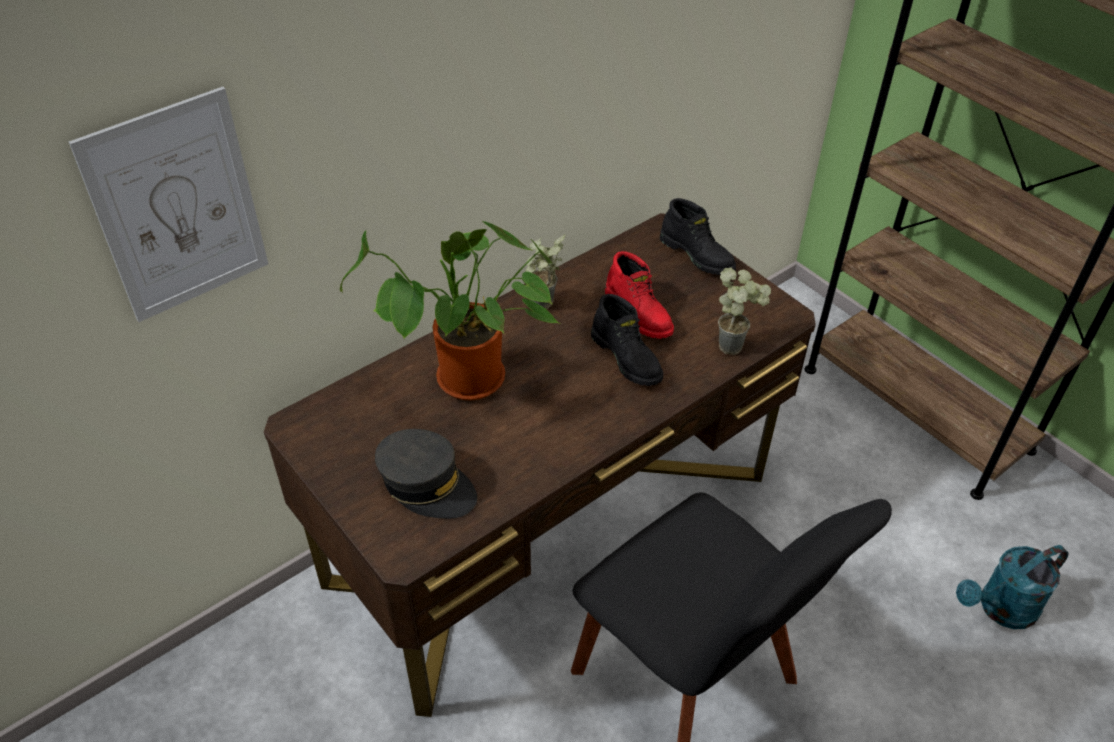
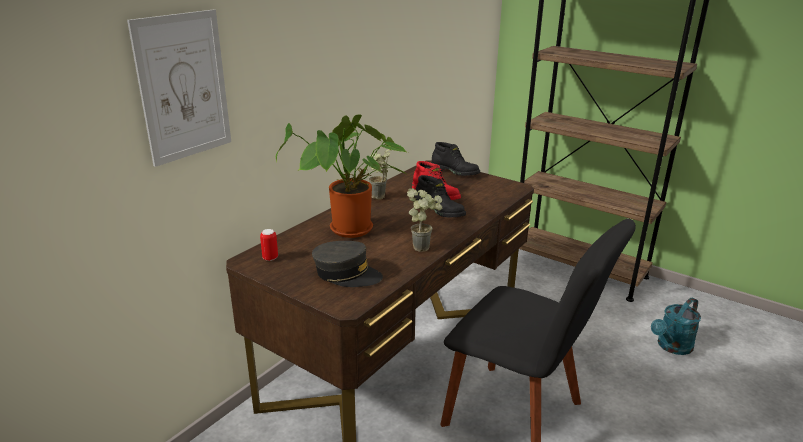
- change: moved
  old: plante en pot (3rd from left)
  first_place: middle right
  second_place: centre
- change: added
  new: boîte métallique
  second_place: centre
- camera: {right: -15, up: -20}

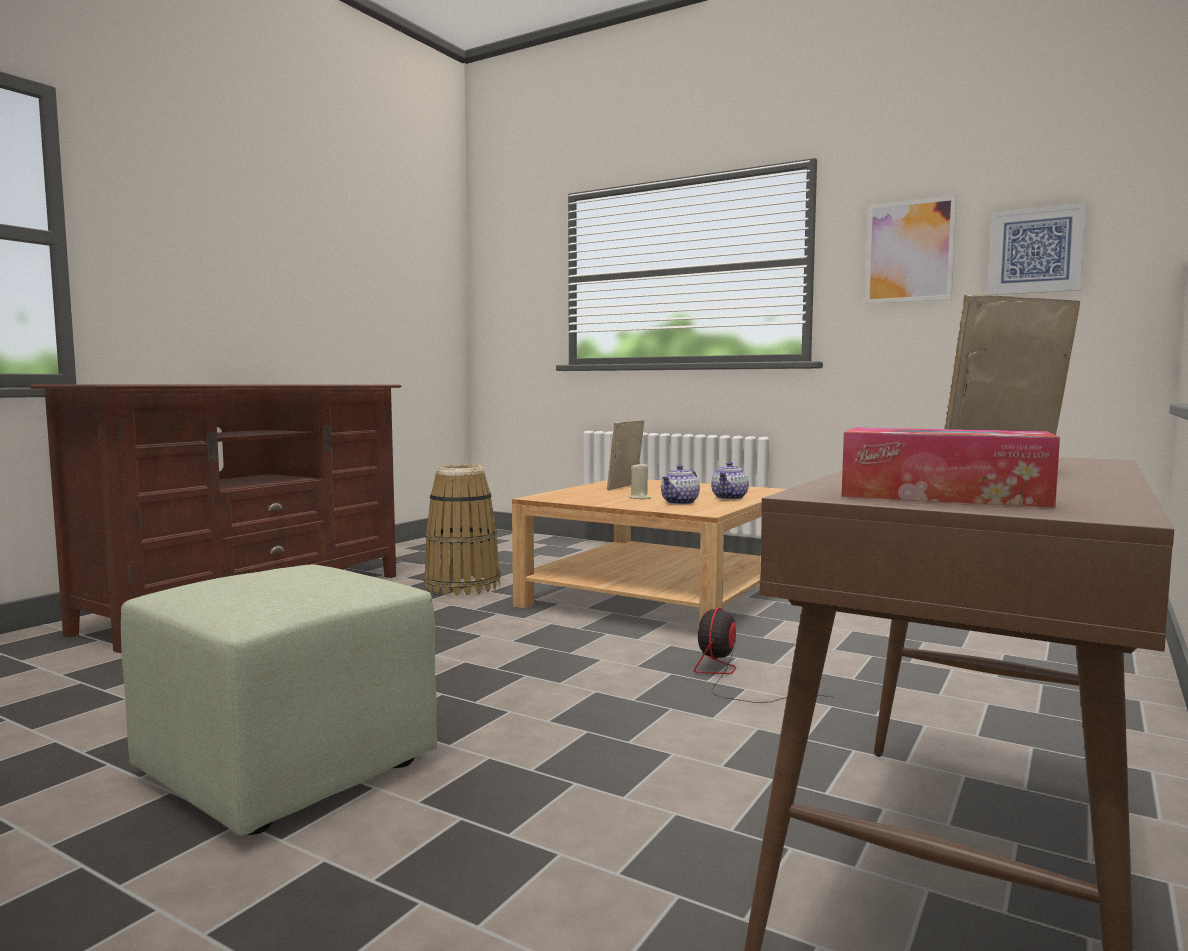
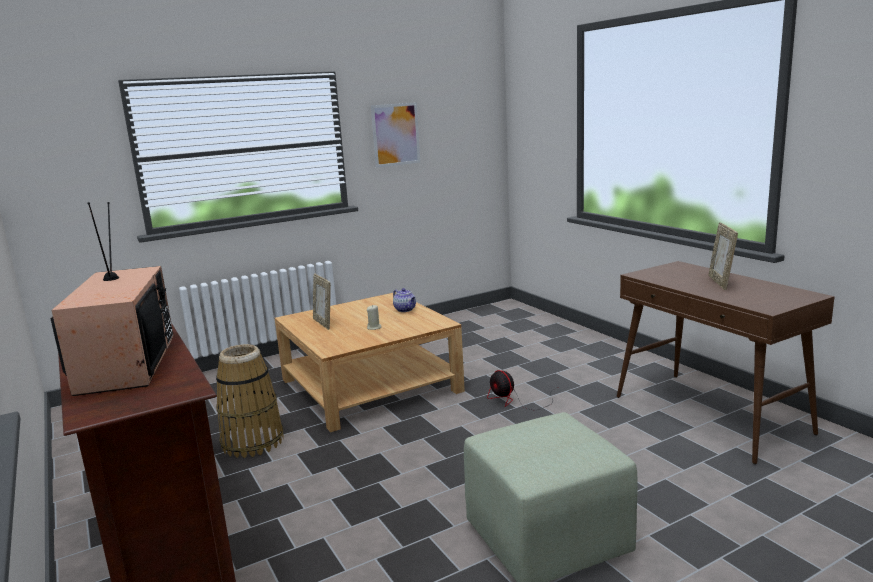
- change: removed
  old: théière (1st from left)
  first_place: centre
- change: removed
  old: boîte à mouchoirs
  first_place: middle right
- change: removed
  old: tableau (2nd from left)
  first_place: top right
- change: added
  new: téléviseur
  second_place: middle left
- camera: {right: -60, up: 10}

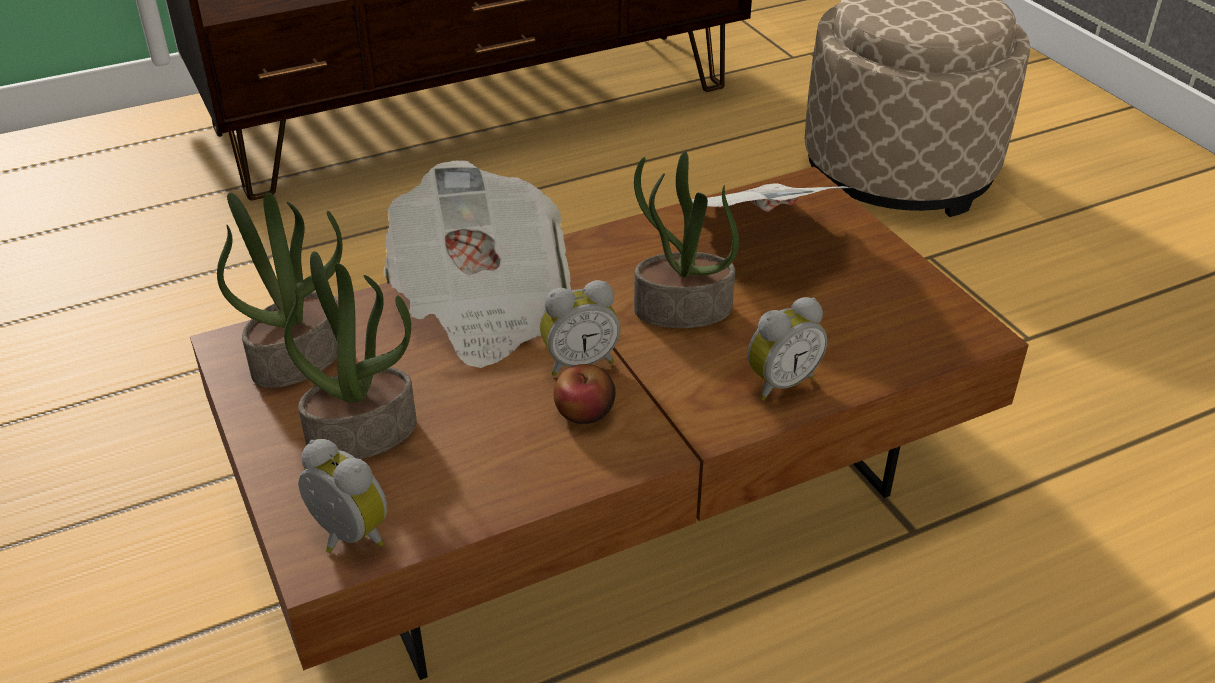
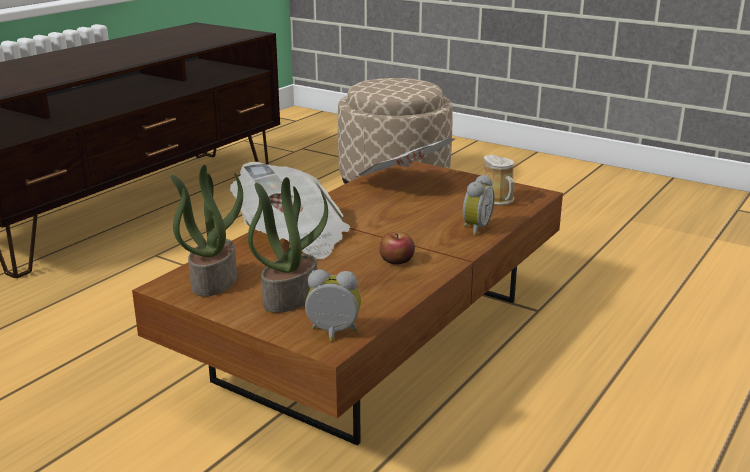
- change: removed
  old: réveil (2nd from left)
  first_place: centre
- change: removed
  old: plante en pot (3rd from left)
  first_place: centre
- change: added
  new: mug
  second_place: centre
- camera: {right: -30, up: -15}

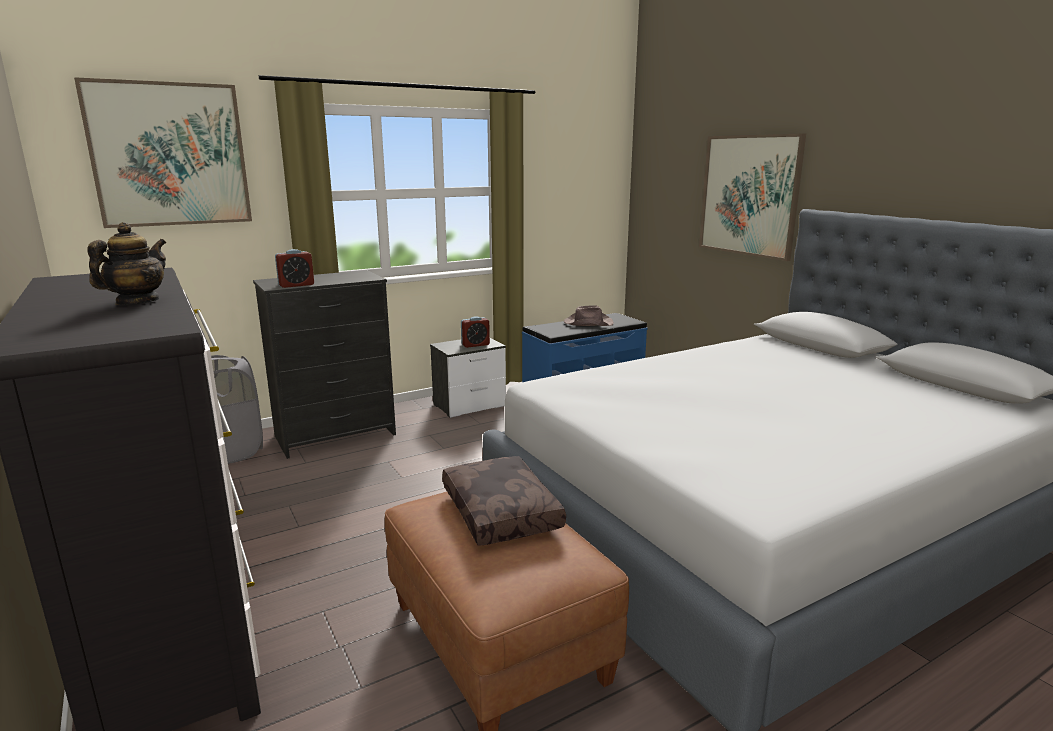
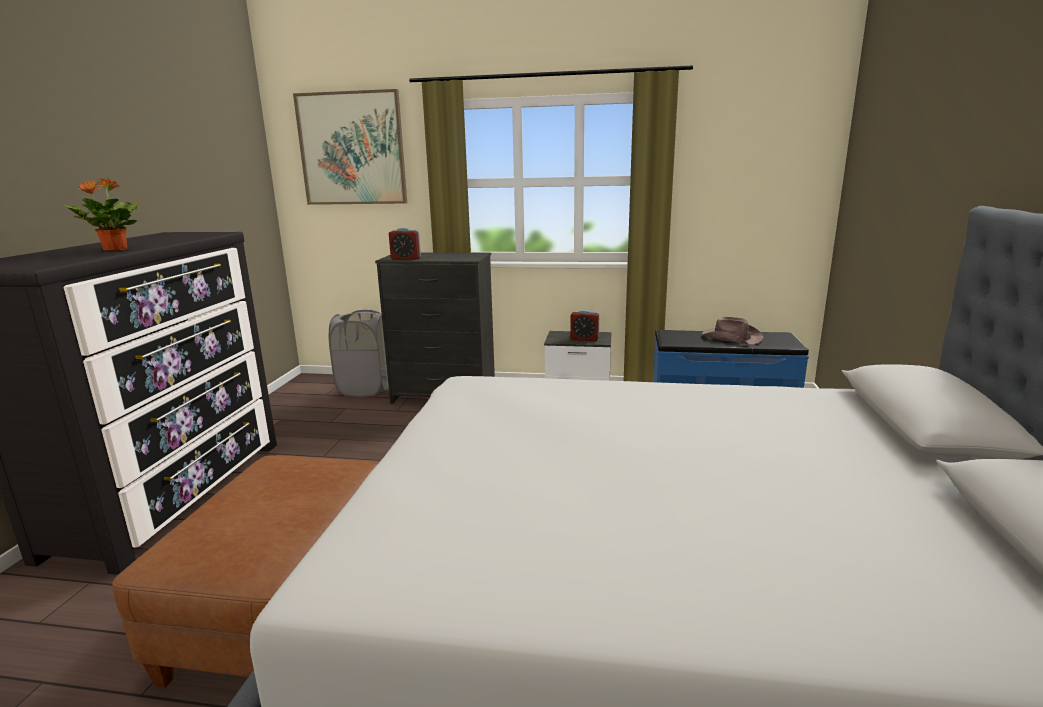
- change: replaced
  old: théière
  new: plante en pot
  first_place: middle left
  second_place: top left
- change: removed
  old: coussin (marron)
  first_place: bottom centre
- change: removed
  old: tableau (2nd from left)
  first_place: top right
- camera: {right: 40, up: 0}

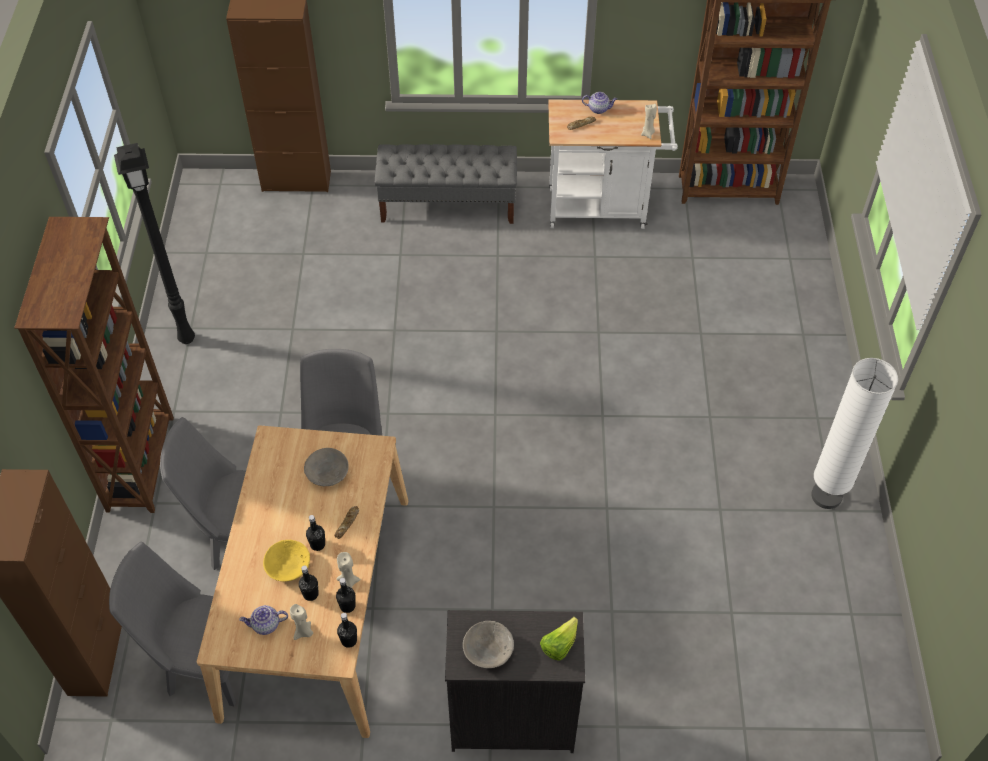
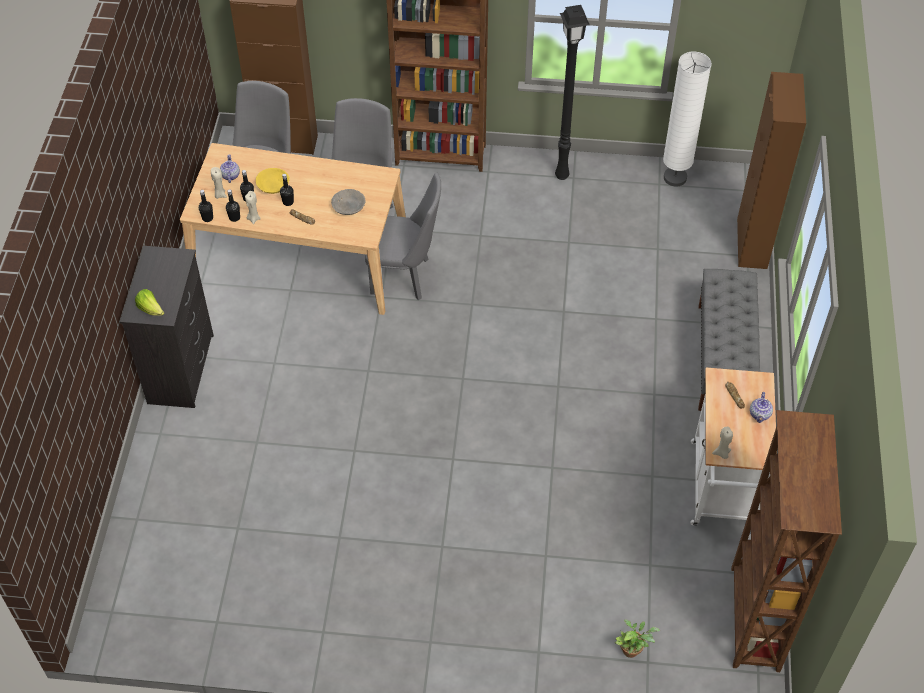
- change: removed
  old: bol (gris) (2nd from left)
  first_place: bottom centre
- change: moved
  old: lampadaire (blanc)
  first_place: middle right
  second_place: top right
- change: added
  new: plante en pot
  second_place: bottom right
- camera: {right: 95, up: 0}

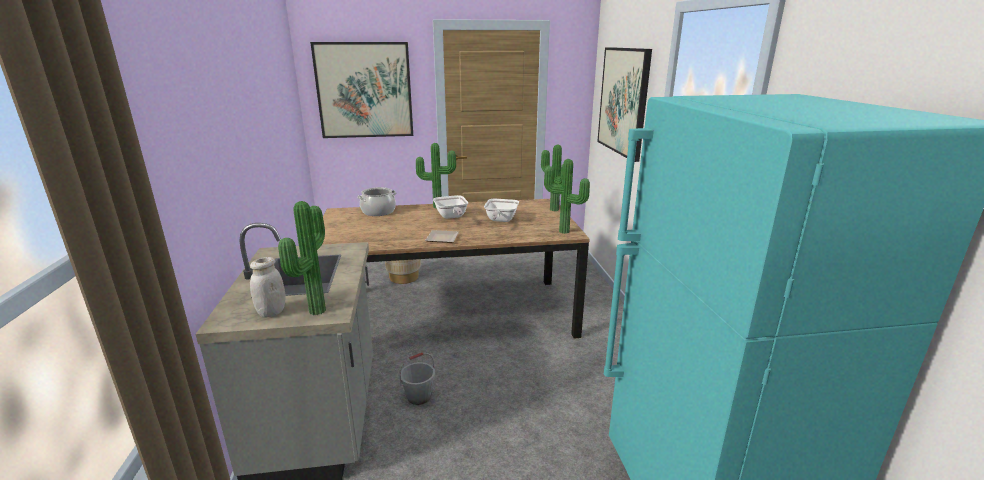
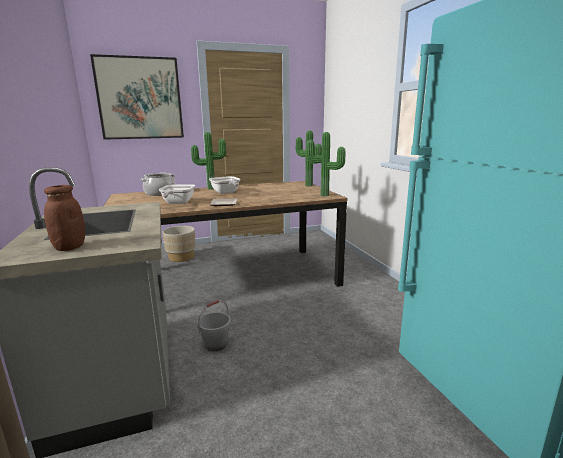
- change: recoloured
  old: bocal (blanc)
  new: bocal (marron)
  first_place: middle left
  second_place: middle left
- change: removed
  old: plante en pot (1st from left)
  first_place: middle left
- change: moved
  old: poêle (2nd from left in the first image)
  new: poêle (1st from left)
  first_place: centre
  second_place: middle left
- change: removed
  old: tableau (2nd from left)
  first_place: top centre
- camera: {right: -10, up: -5}

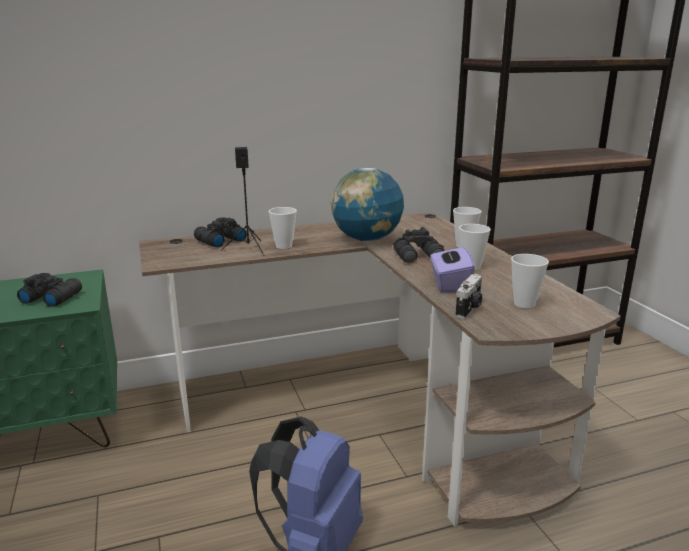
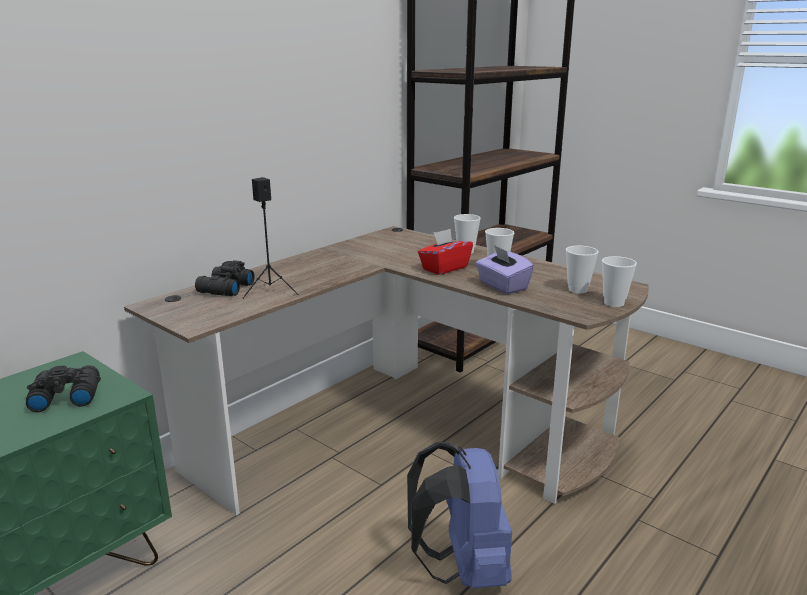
- change: moved
  old: tasse (1st from left in the first image)
  new: tasse (4th from left)
  first_place: centre
  second_place: middle right
- change: removed
  old: globe
  first_place: centre
- change: replaced
  old: jumelles (noir) (3rd from left)
  new: boîte à mouchoirs (rouge)
  first_place: centre
  second_place: centre
- change: removed
  old: appareil photo
  first_place: middle right
- camera: {right: -30, up: 0}

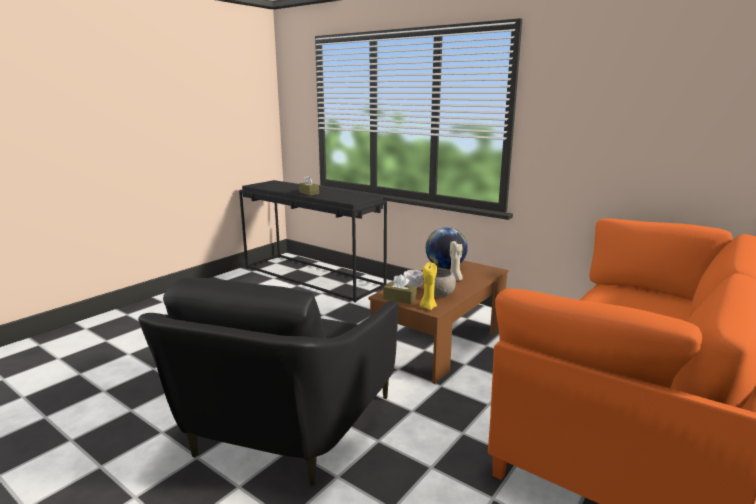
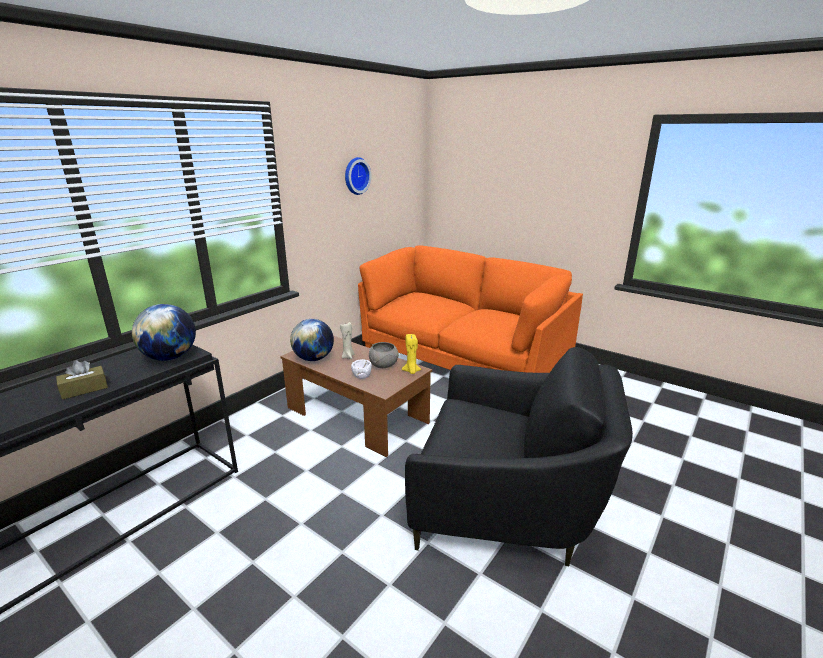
- change: removed
  old: boîte à mouchoirs (marron) (2nd from left)
  first_place: centre
- change: added
  new: globe (1st from left)
  second_place: middle left
- change: added
  new: horloge murale
  second_place: top centre
- camera: {right: -90, up: 5}

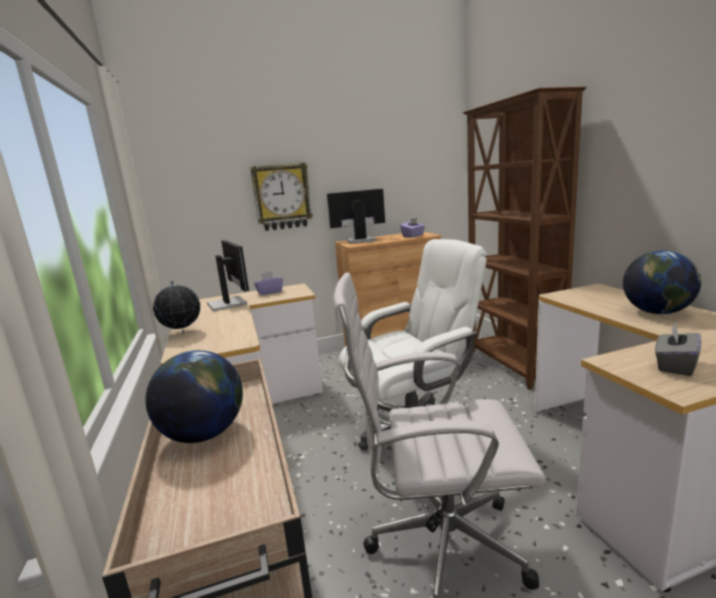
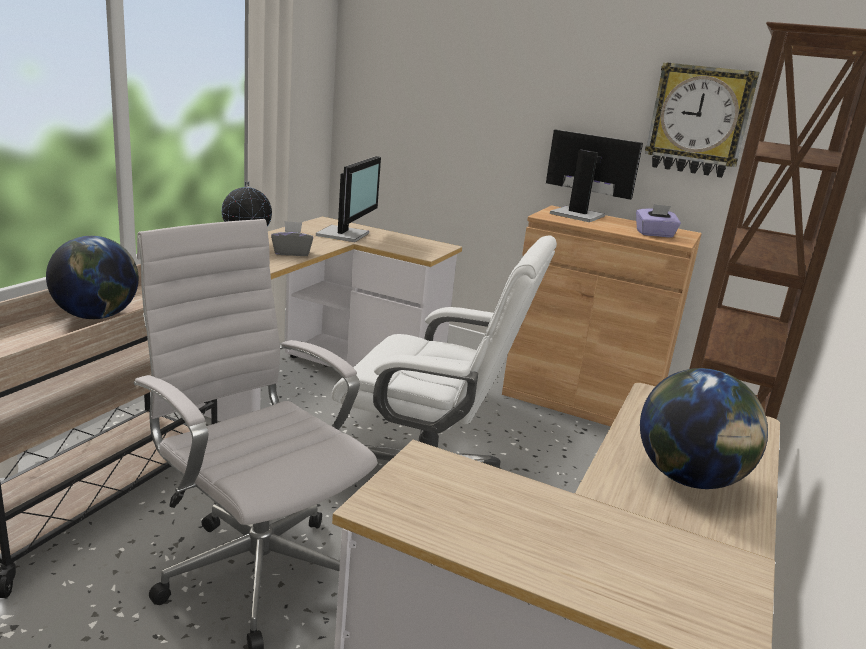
- change: moved
  old: horloge murale
  first_place: top centre
  second_place: top right
- change: removed
  old: boîte à mouchoirs (violet) (1st from left)
  first_place: centre
- change: moved
  old: boîte à mouchoirs (gris)
  first_place: middle right
  second_place: centre
- camera: {right: 40, up: 5}

